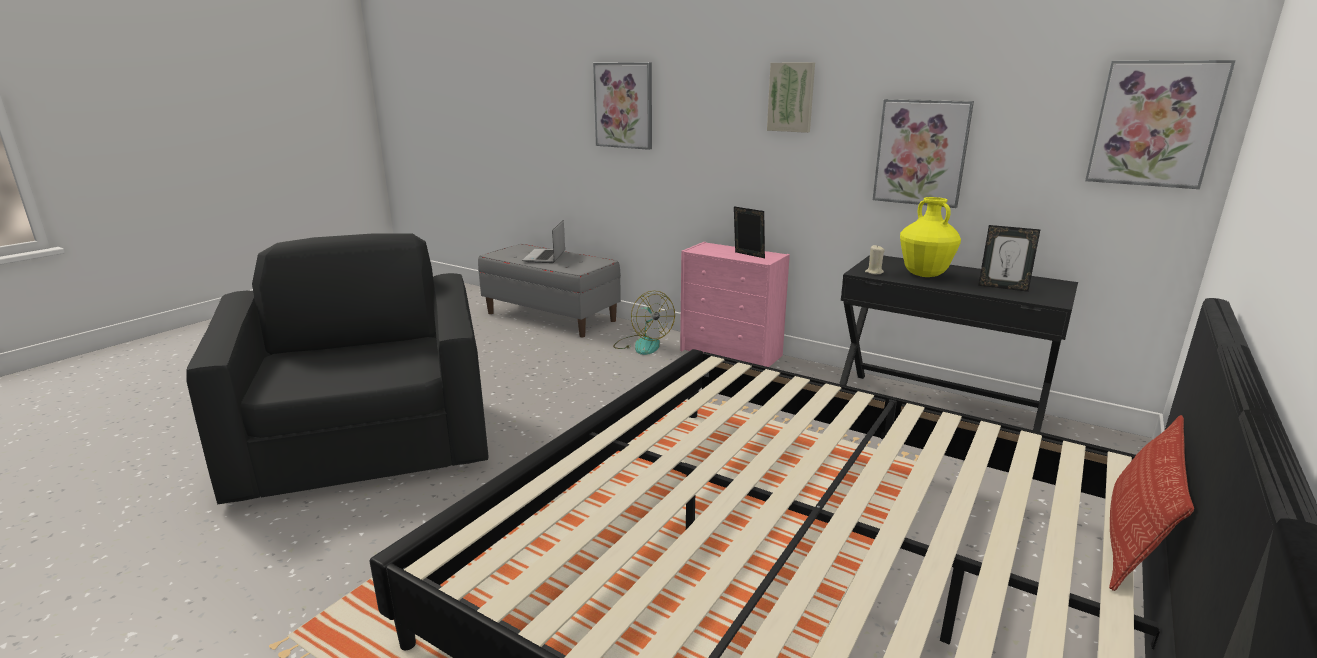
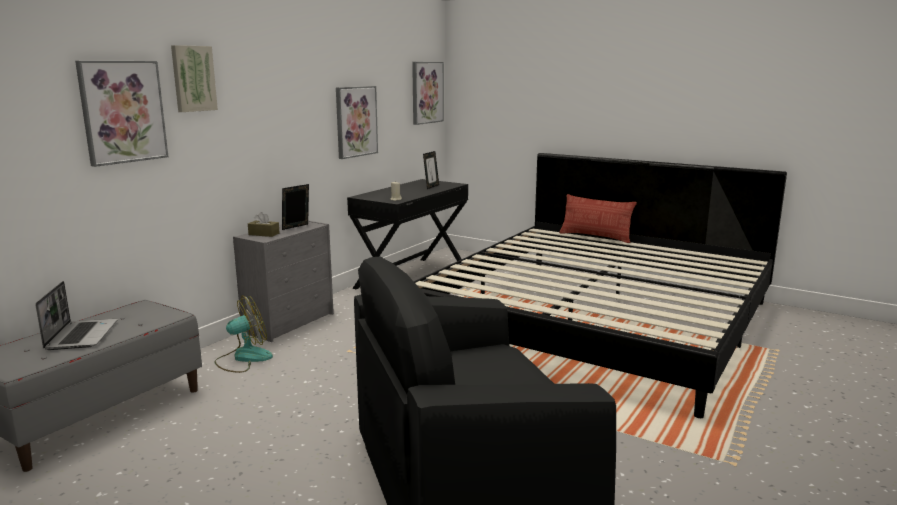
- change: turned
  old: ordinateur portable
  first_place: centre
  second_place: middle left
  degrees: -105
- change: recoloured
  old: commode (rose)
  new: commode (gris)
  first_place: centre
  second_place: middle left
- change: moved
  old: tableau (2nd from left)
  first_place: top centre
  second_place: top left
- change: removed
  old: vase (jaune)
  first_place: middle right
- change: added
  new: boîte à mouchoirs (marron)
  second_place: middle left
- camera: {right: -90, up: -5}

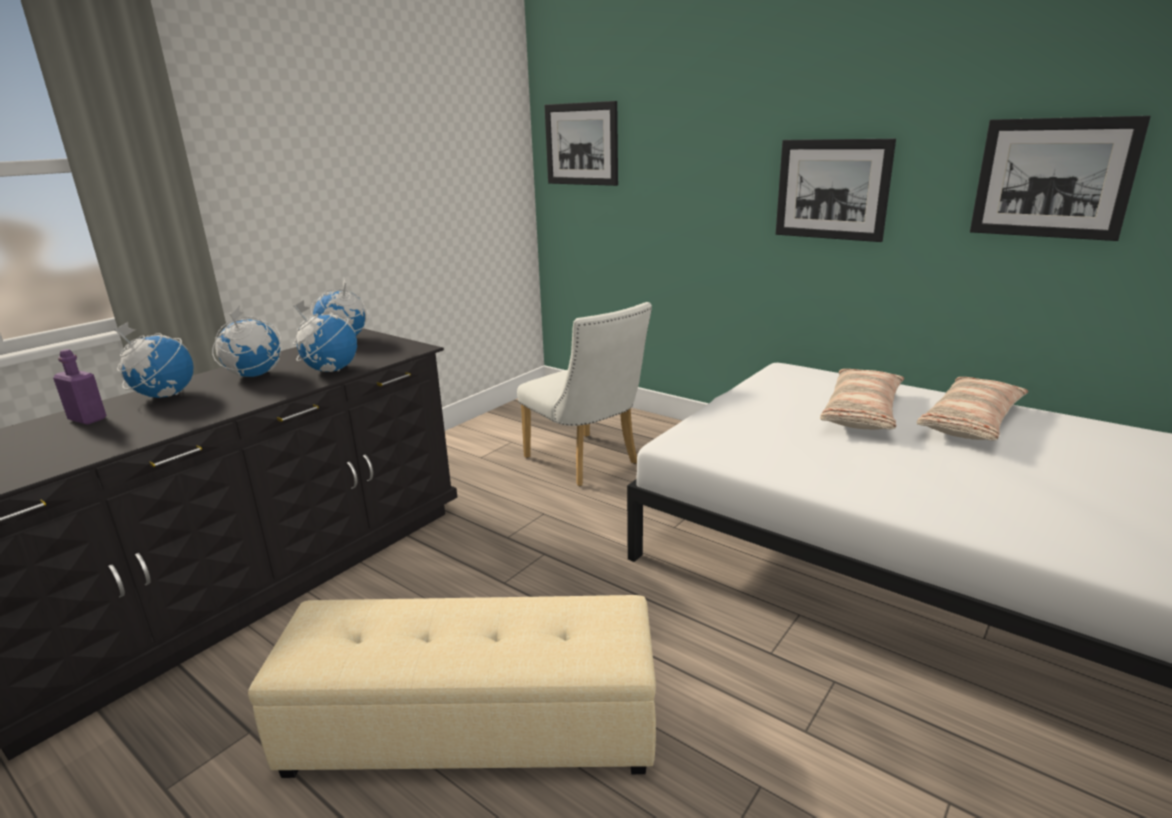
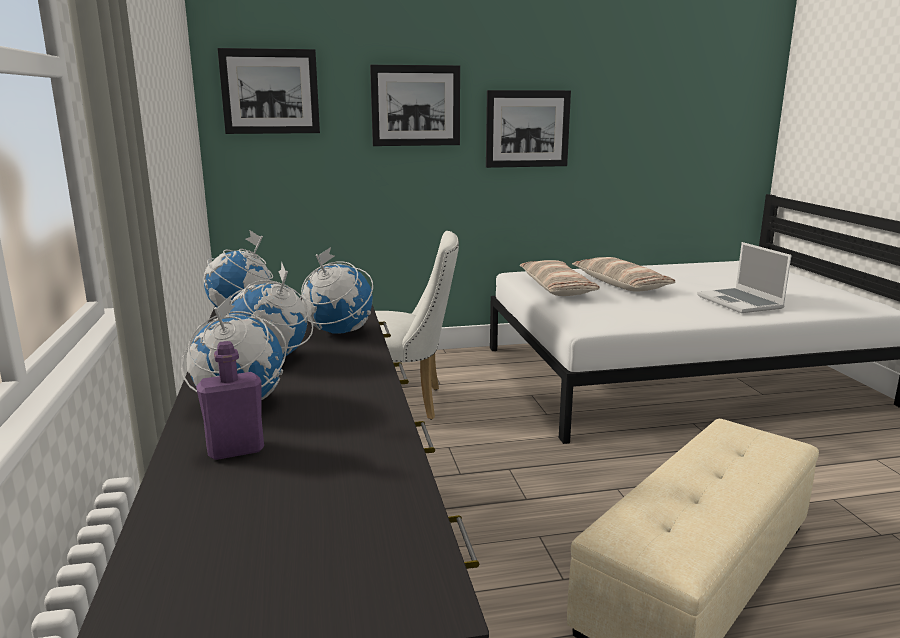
- change: moved
  old: coussin (2nd from left in the first image)
  new: coussin (1st from left)
  first_place: middle right
  second_place: centre
- change: moved
  old: tableau (3rd from left in the first image)
  new: tableau (2nd from left)
  first_place: top right
  second_place: top centre
- change: added
  new: ordinateur portable
  second_place: middle right
- camera: {right: -50, up: -5}

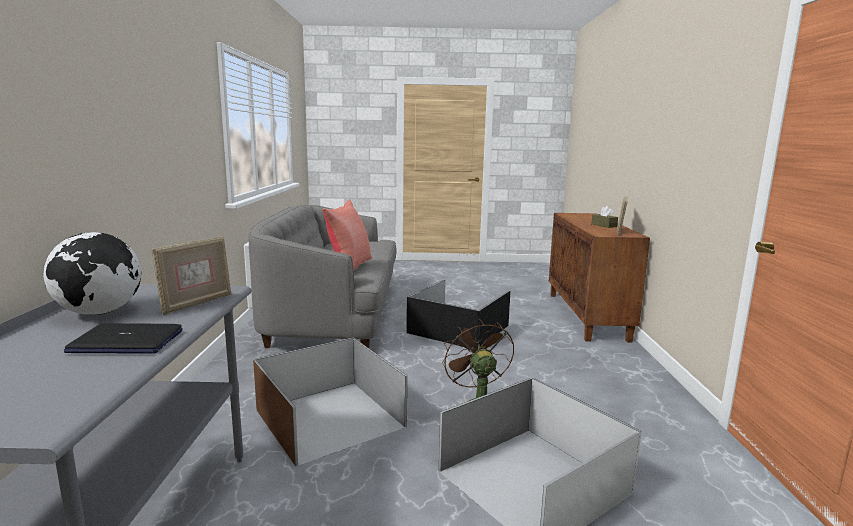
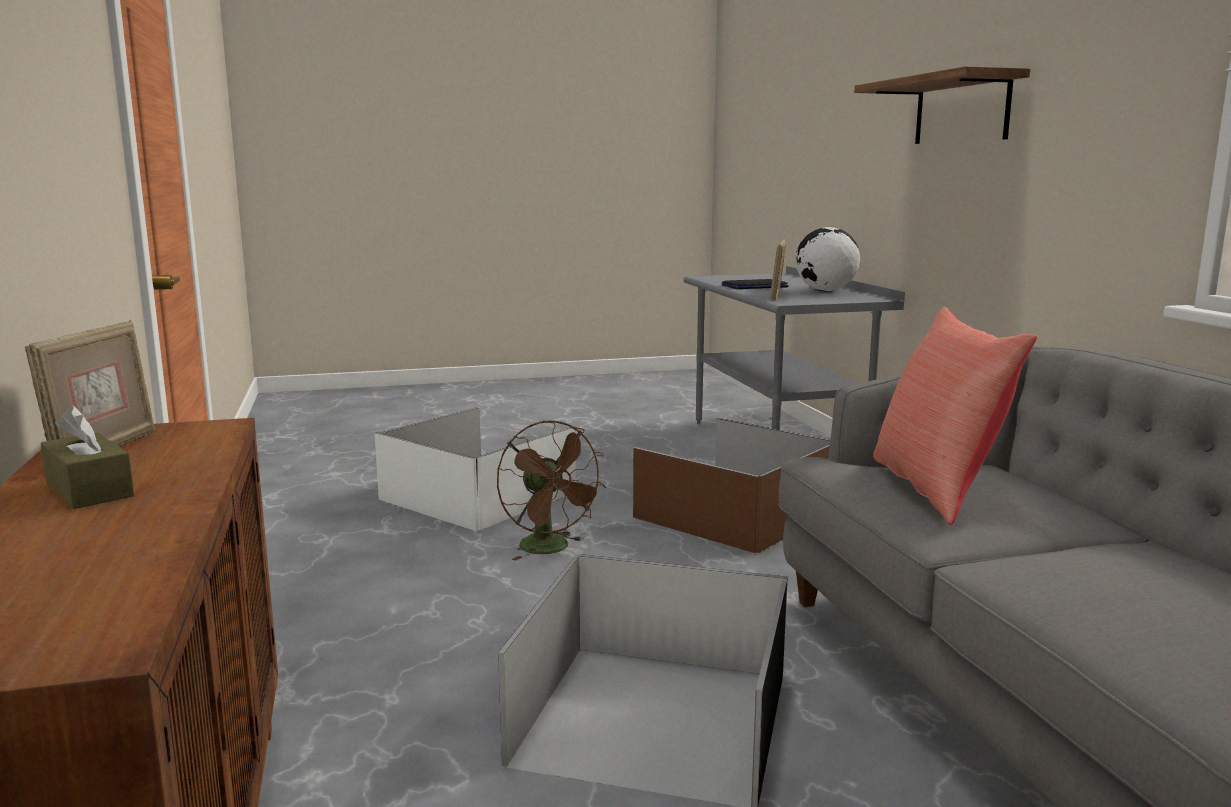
- change: added
  new: étagère
  second_place: top right
- camera: {right: 165, up: 0}

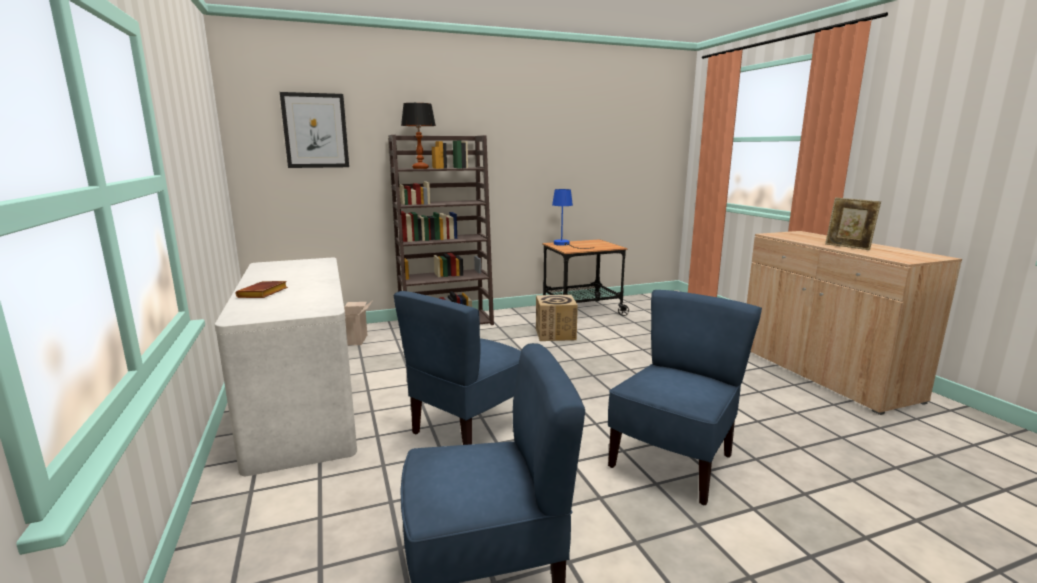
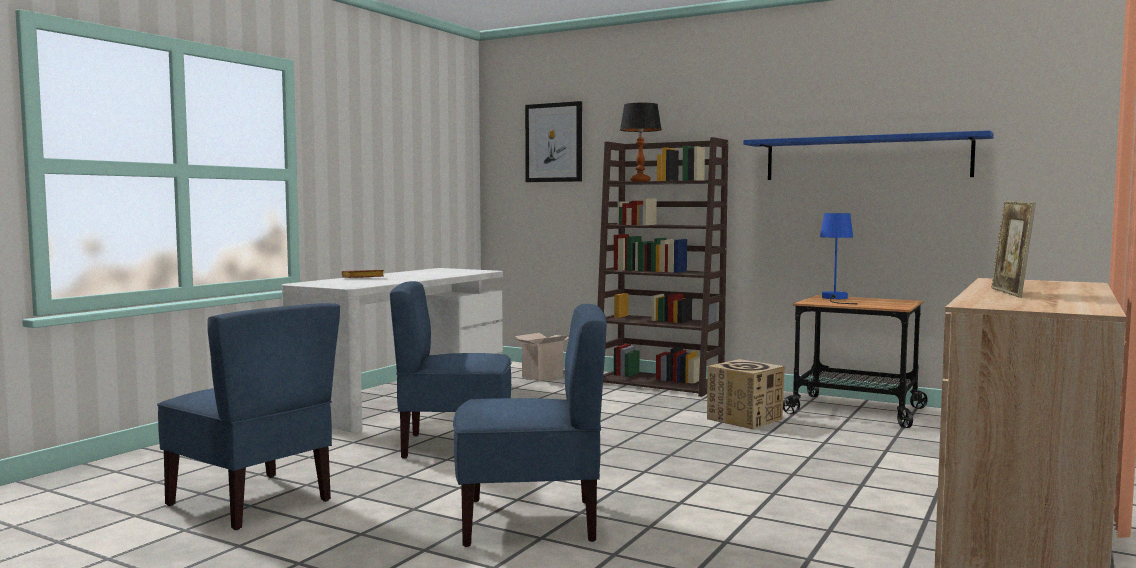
- change: added
  new: étagère (bleu)
  second_place: top right
- camera: {right: 50, up: -10}

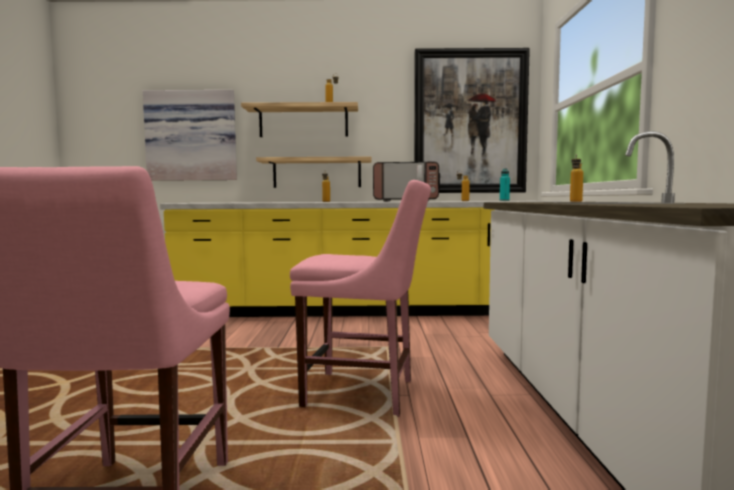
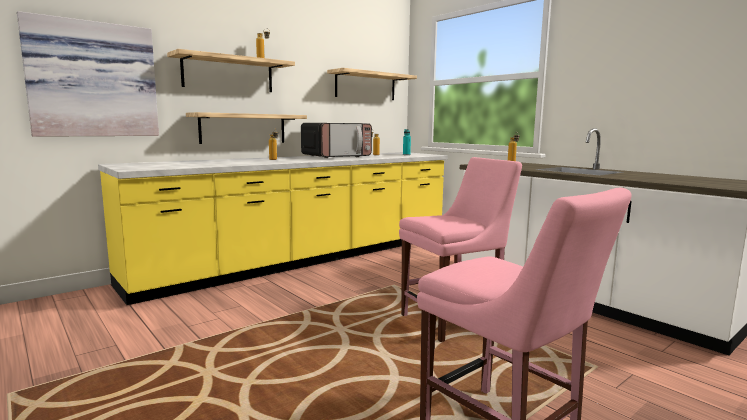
- change: replaced
  old: tableau (2nd from left)
  new: étagère (3rd from left)
  first_place: top centre
  second_place: top centre
- camera: {right: -40, up: 5}

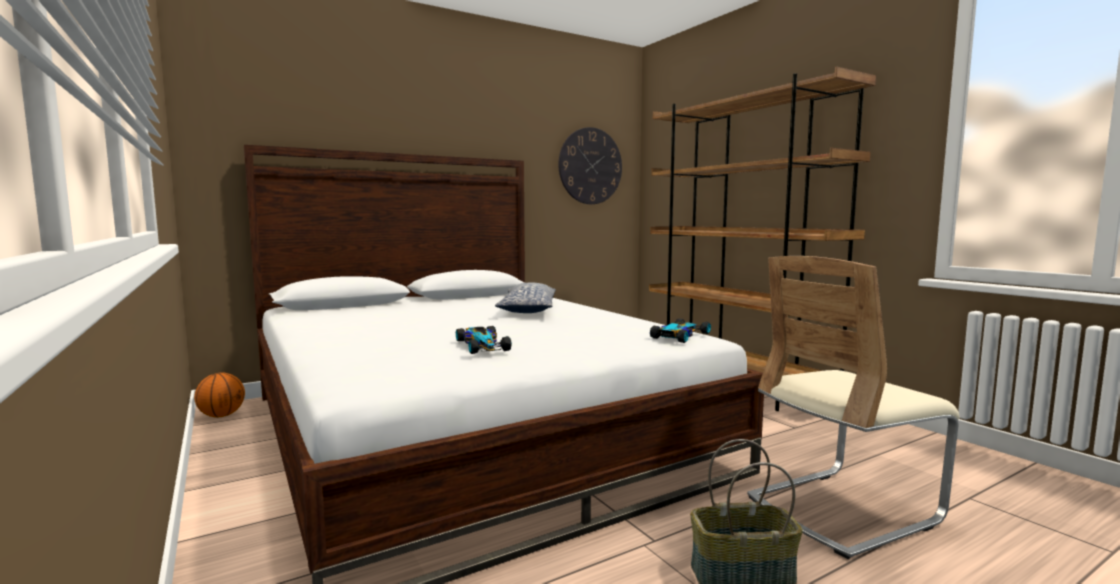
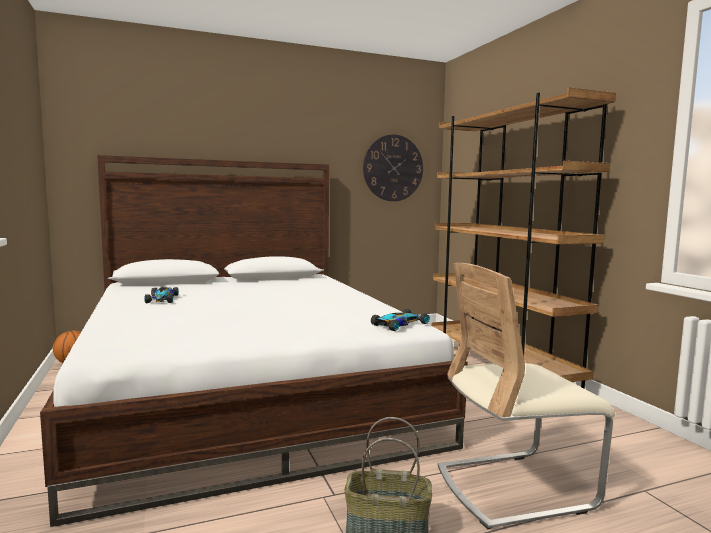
- change: moved
  old: petite voiture (1st from left)
  first_place: centre
  second_place: middle left
- change: removed
  old: coussin
  first_place: centre
- camera: {right: 10, up: 0}

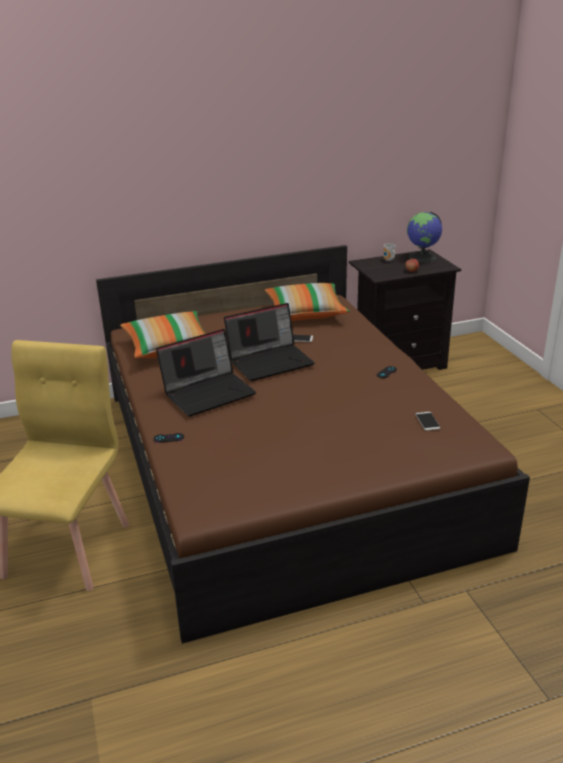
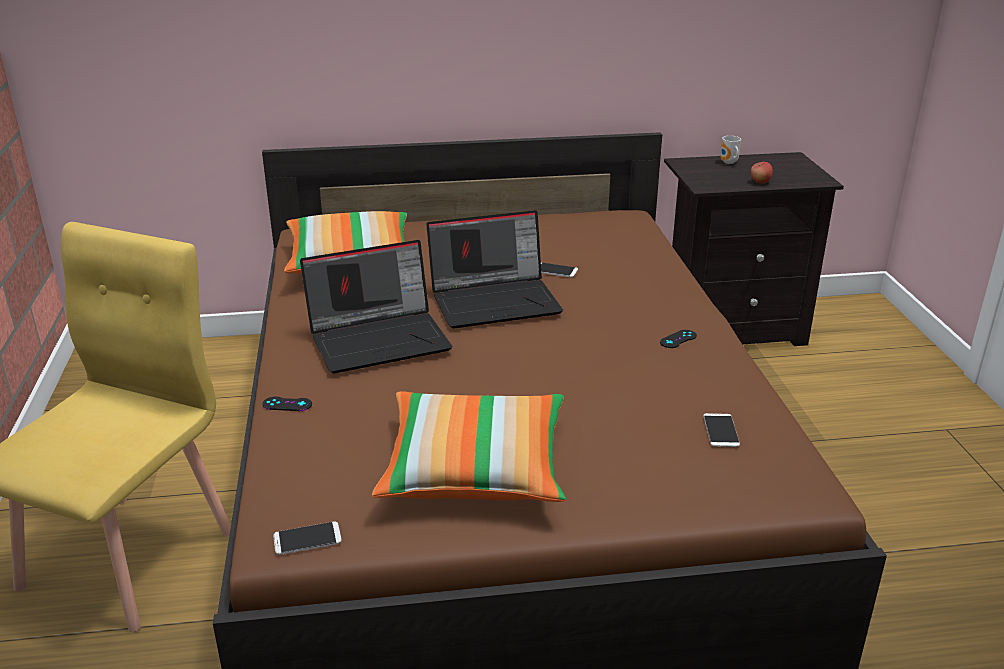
- change: moved
  old: coussin (2nd from left)
  first_place: centre
  second_place: bottom centre
- change: removed
  old: globe
  first_place: top right
- change: added
  new: téléphone (1st from left)
  second_place: bottom left
- camera: {right: 10, up: 0}

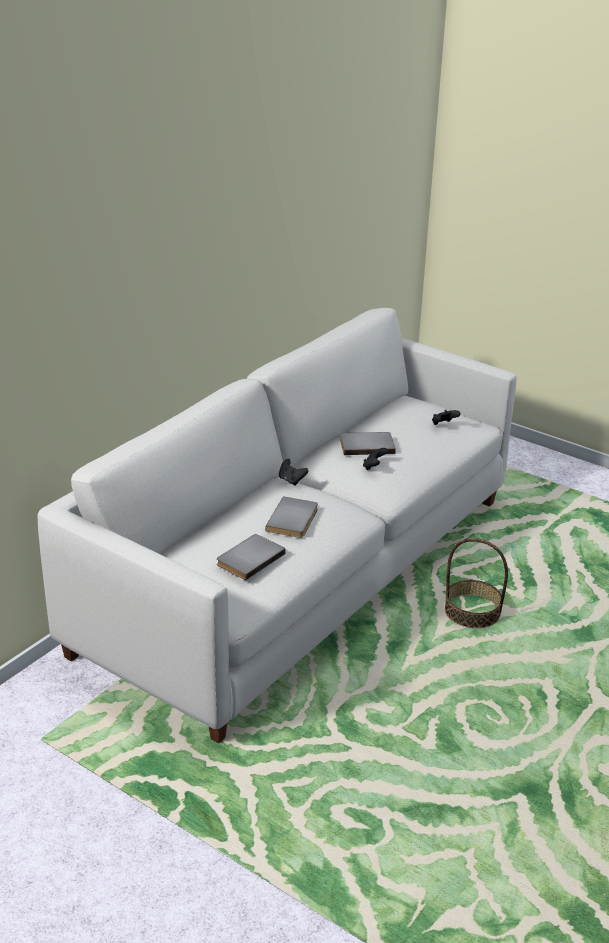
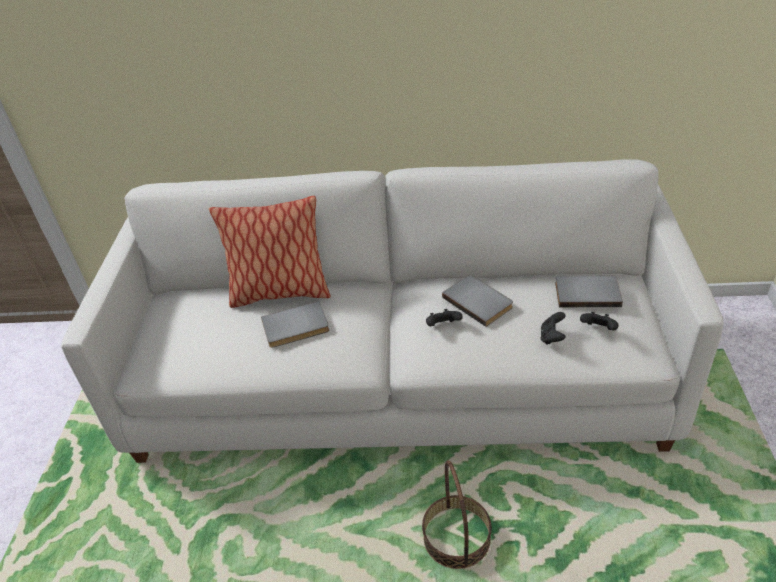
- change: moved
  old: livre (gris) (1st from left in the first image)
  new: livre (gris) (3rd from left)
  first_place: centre
  second_place: middle right
- change: moved
  old: manette (noir) (1st from left in the first image)
  new: manette (noir) (2nd from left)
  first_place: centre
  second_place: middle right
- change: added
  new: coussin
  second_place: centre
- camera: {right: 60, up: 10}

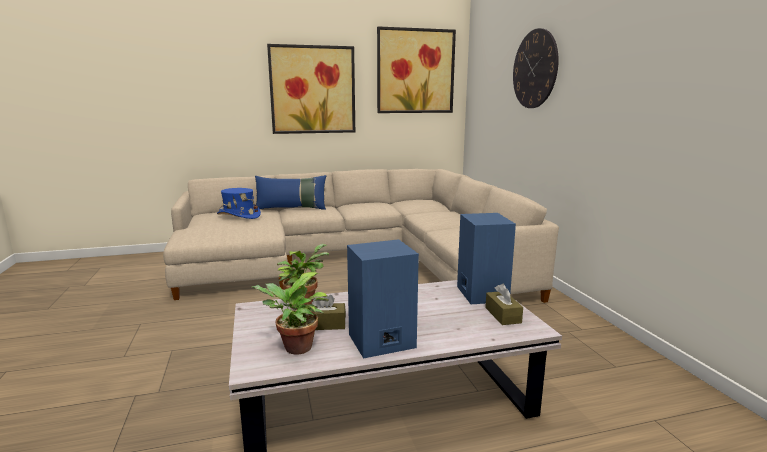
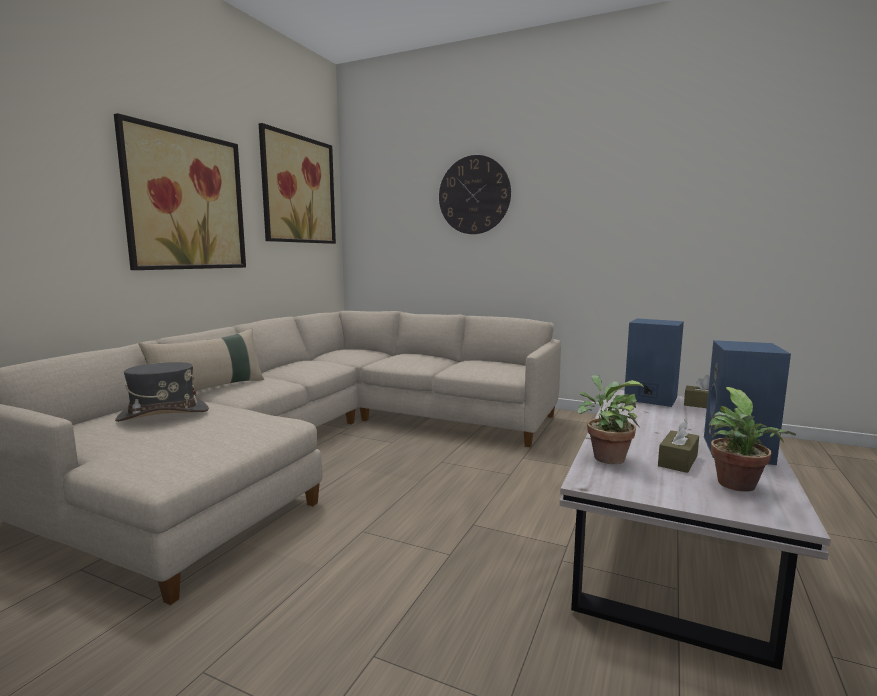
- change: recoloured
  old: chapeau (bleu)
  new: chapeau (gris)
  first_place: middle left
  second_place: middle left
- change: recoloured
  old: coussin (bleu)
  new: coussin (beige)
  first_place: centre
  second_place: middle left
- camera: {right: -50, up: -5}

